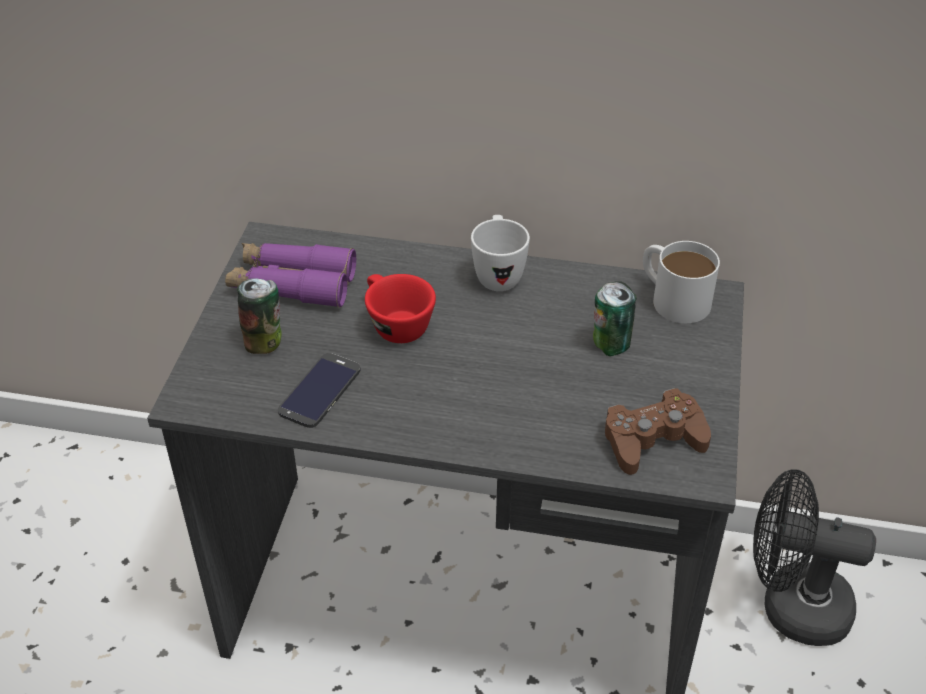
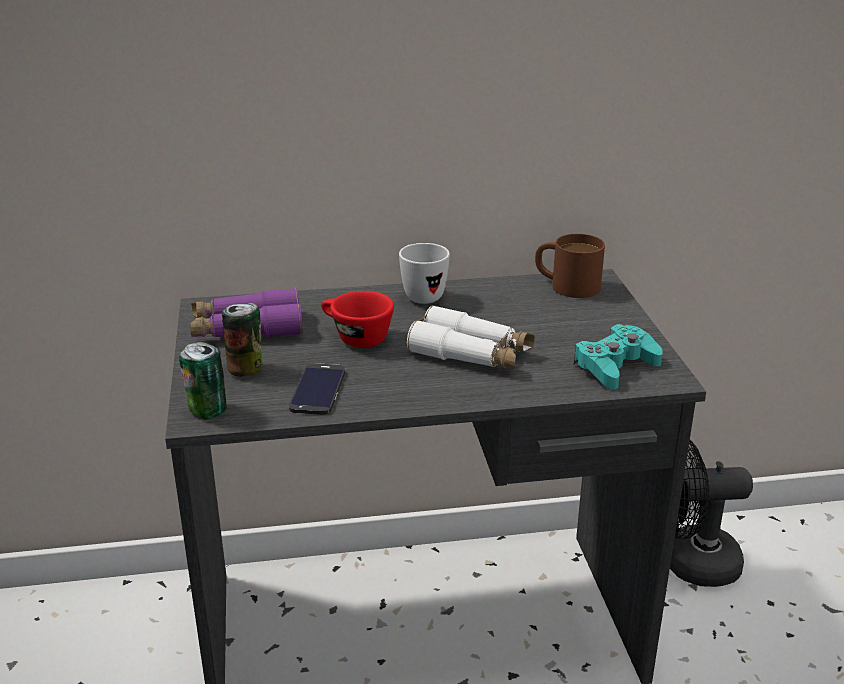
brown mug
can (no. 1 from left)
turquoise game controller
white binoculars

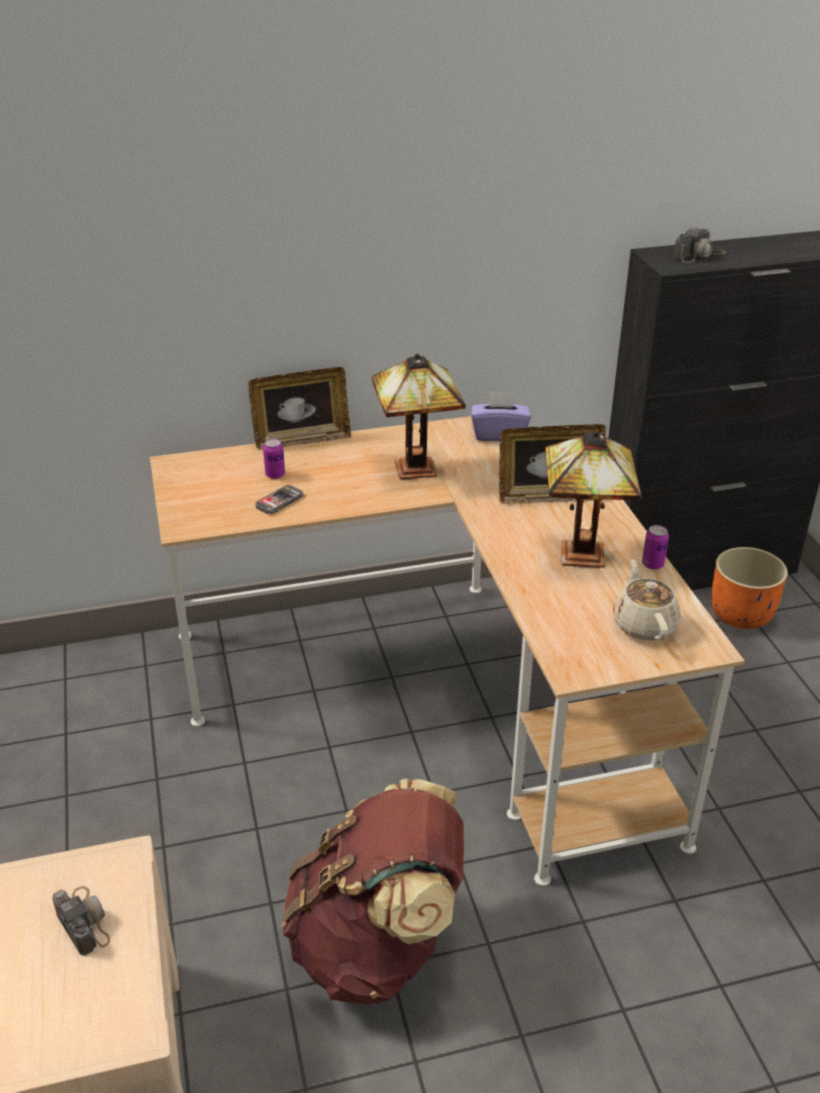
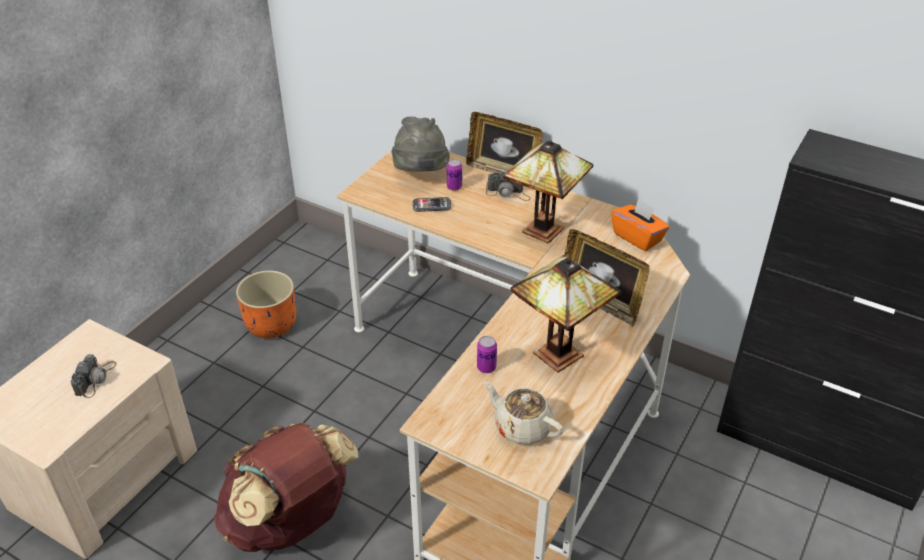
photo camera (no. 2 from left)
orange tissue box
can (no. 2 from left)
orange planter
beige teapot
grey hat

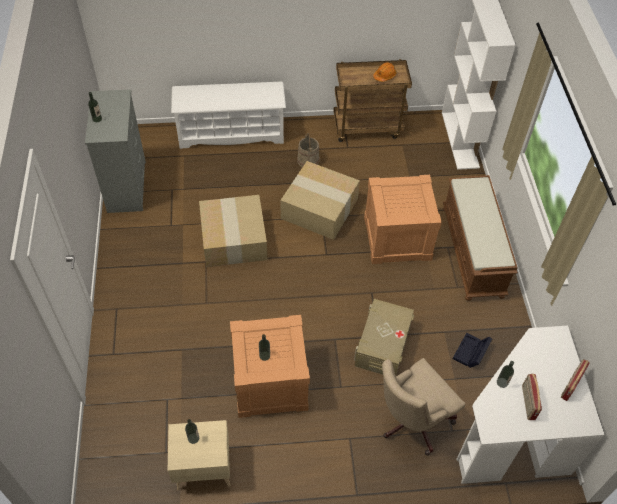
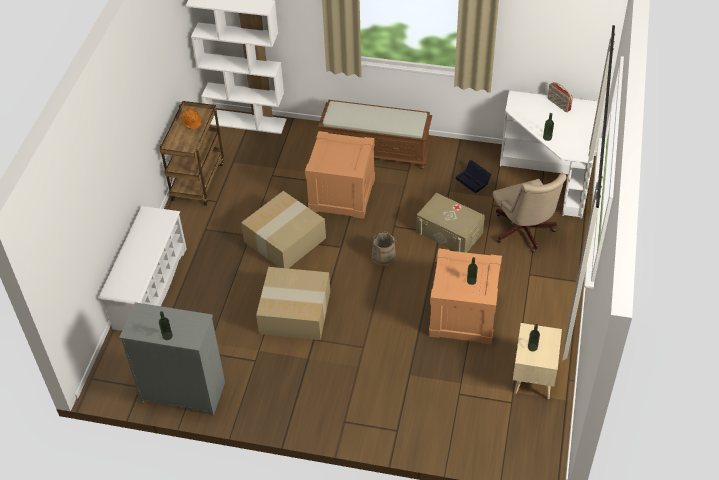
beige bucket
radio (no. 1 from left in the first image)

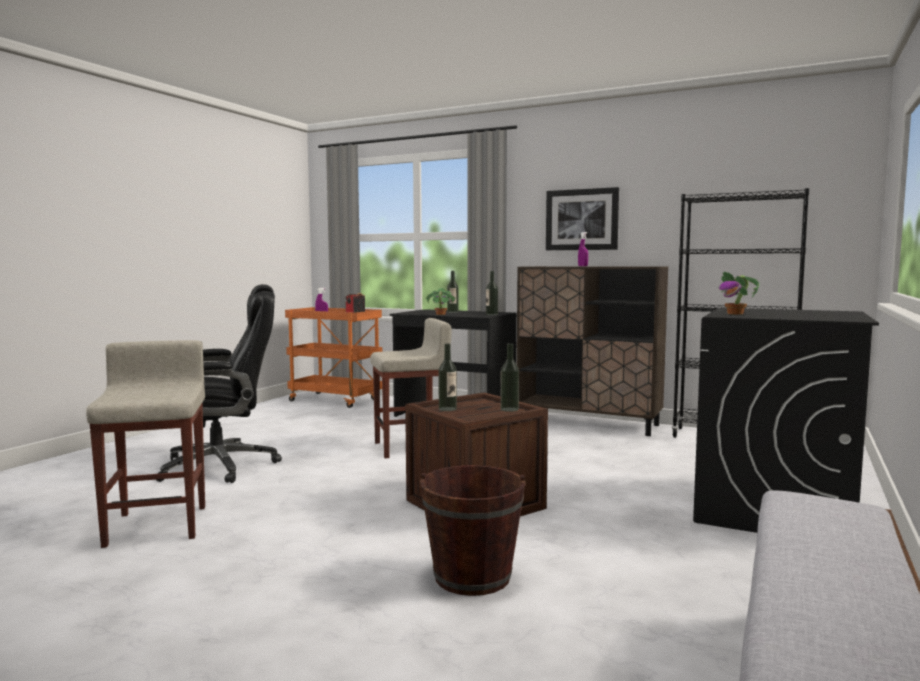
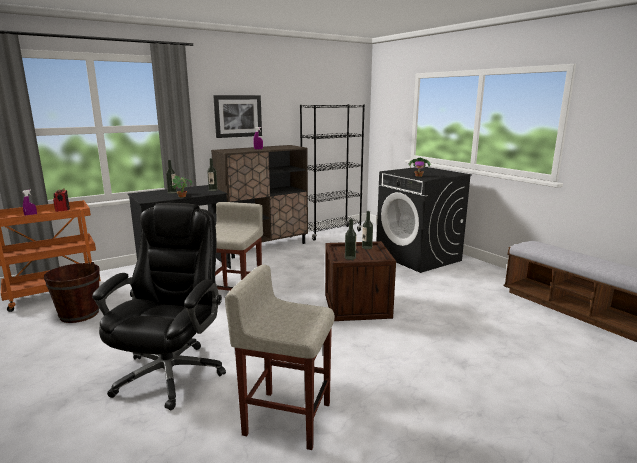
brown bucket

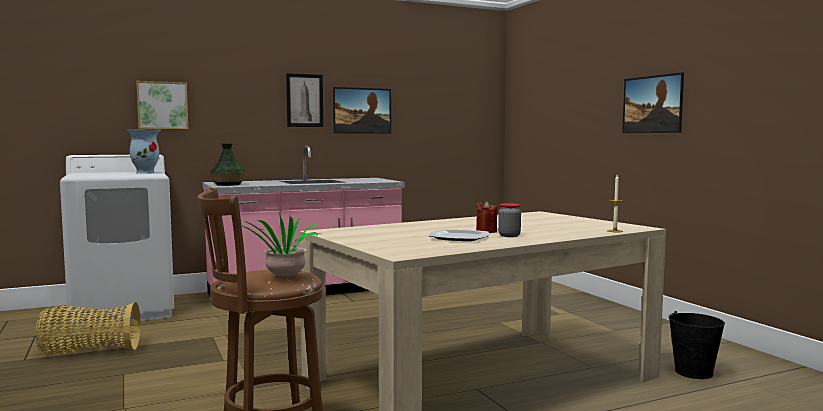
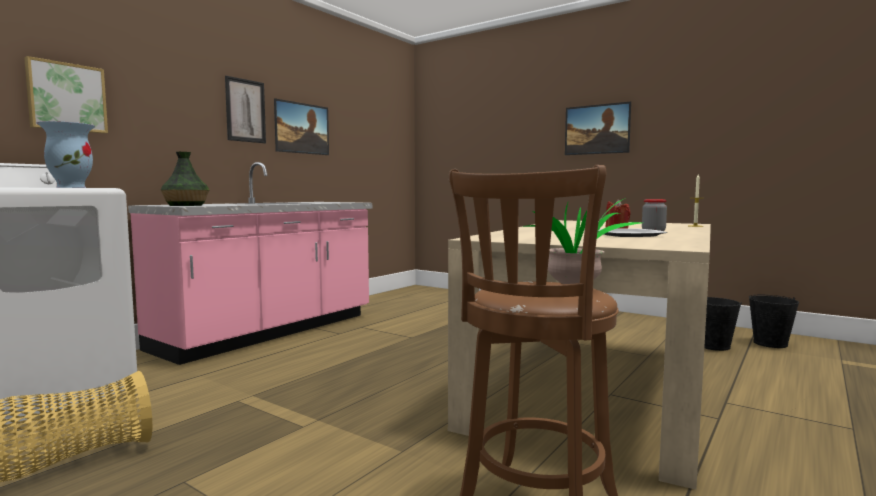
black bucket (no. 2 from left)

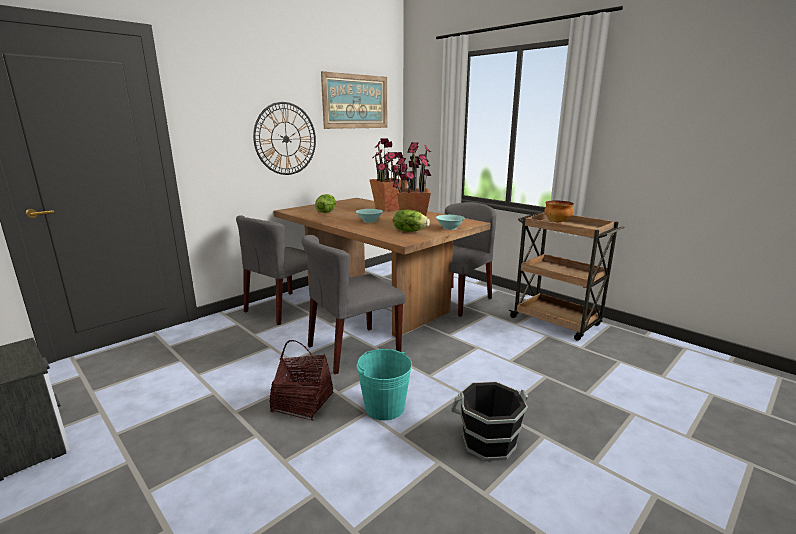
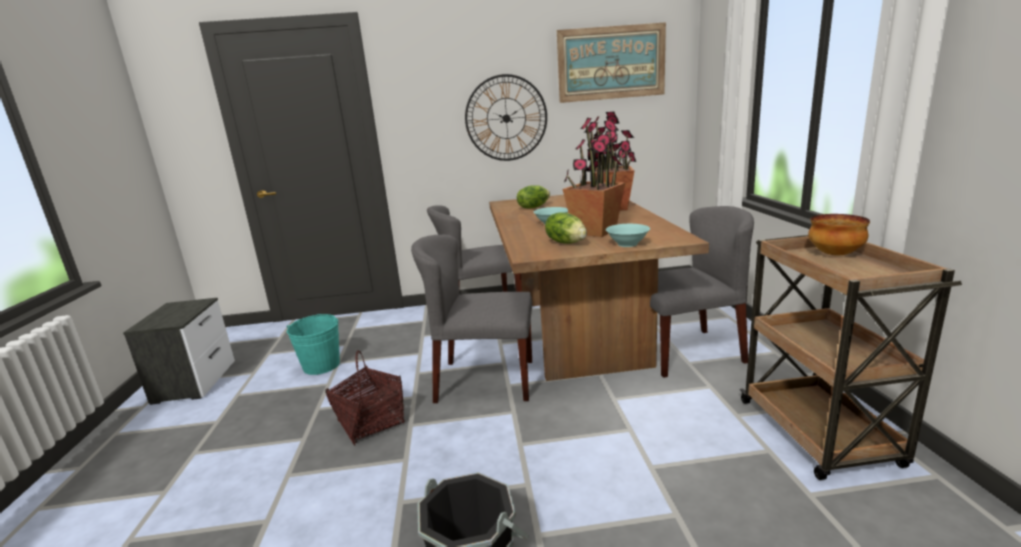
turquoise bucket

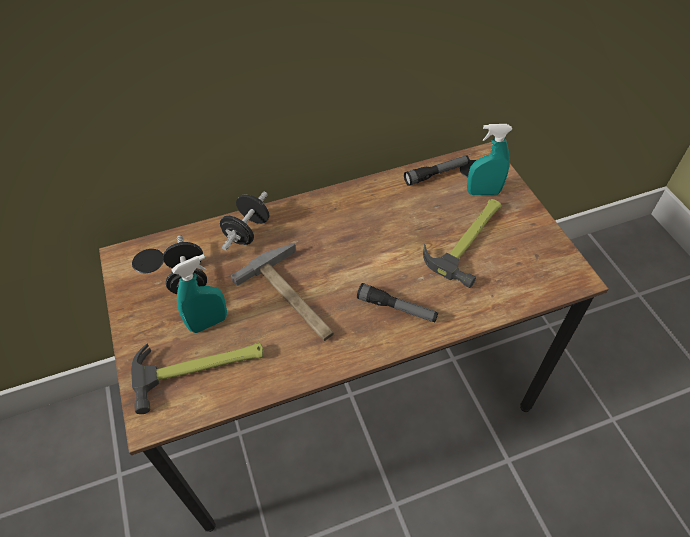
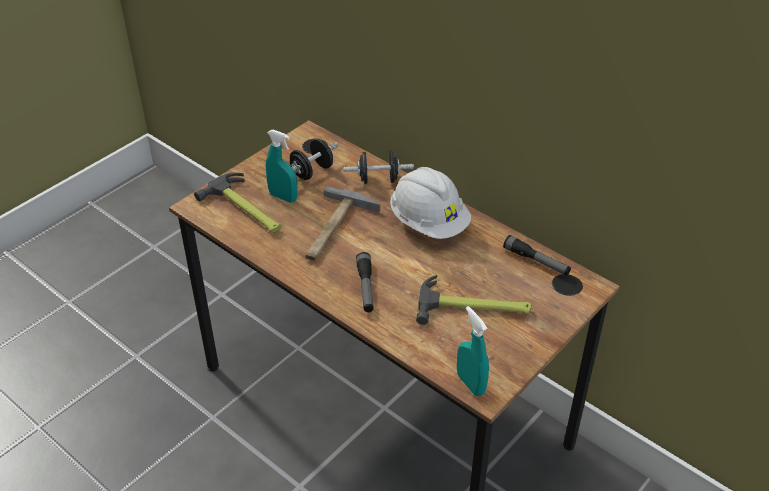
turquoise spray bottle (no. 2 from left)
white hard hat

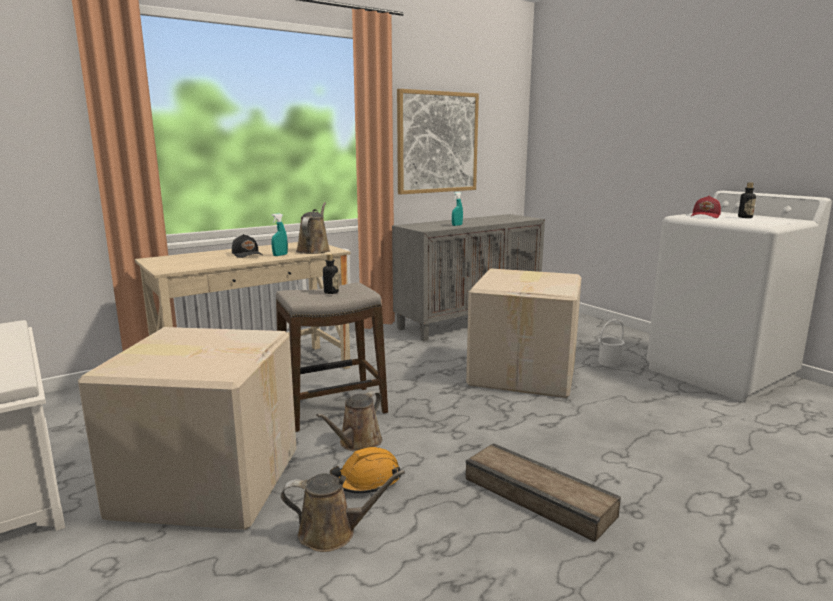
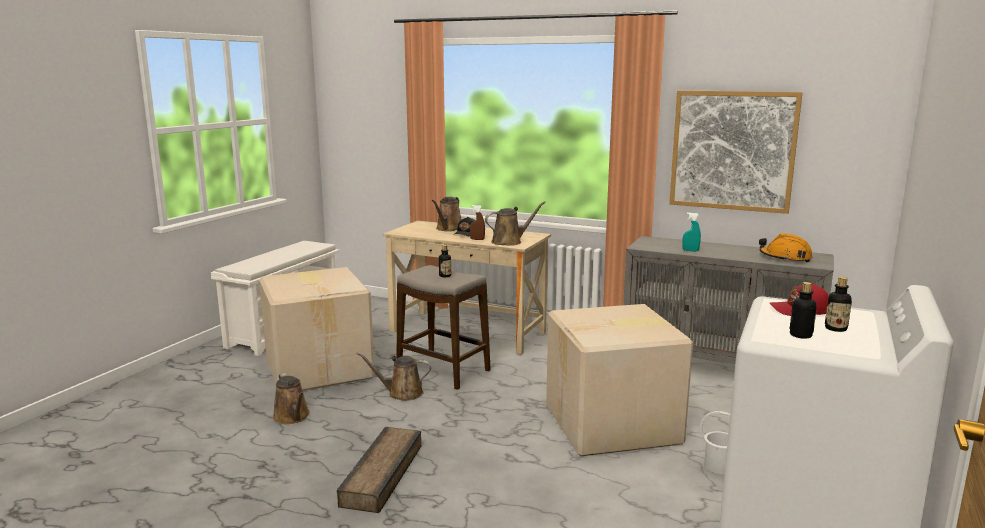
brown spray bottle
orange hard hat
brown watering can (no. 3 from left)
bottle (no. 2 from left)

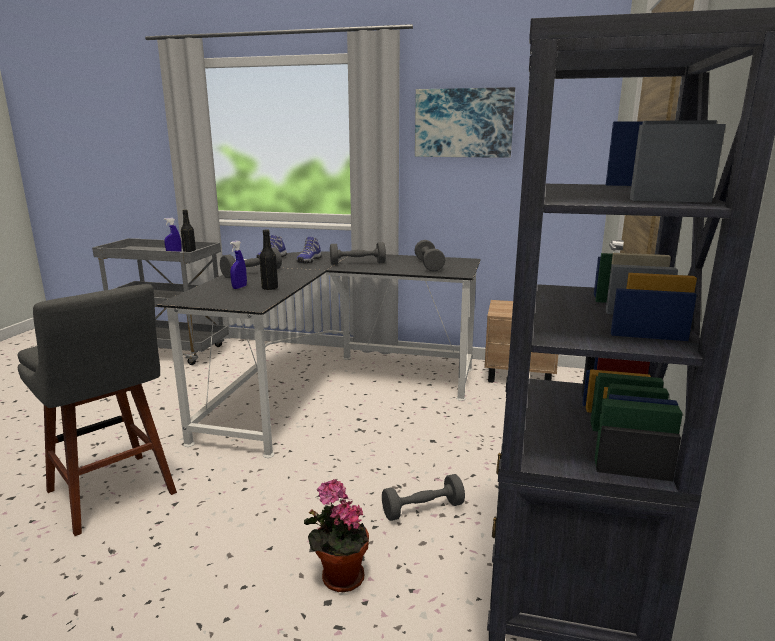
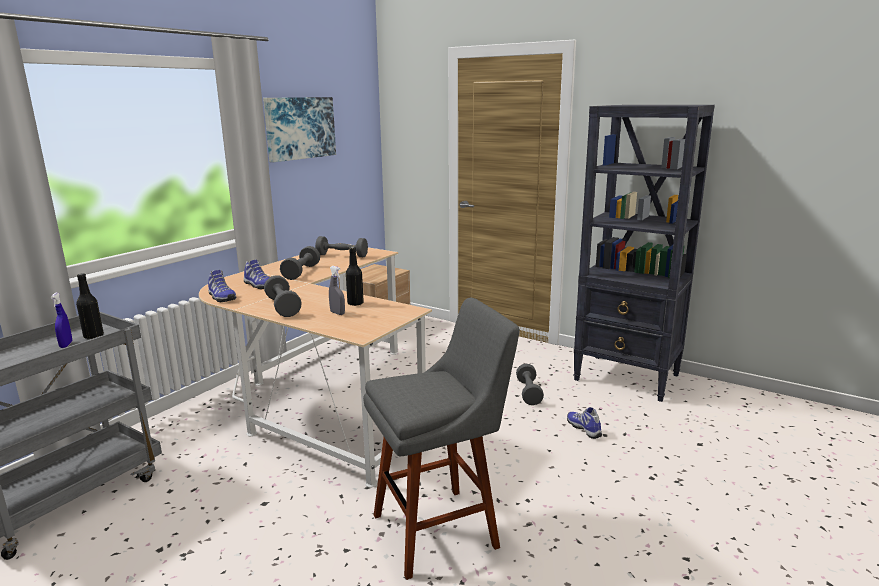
grey spray bottle
beige desk
shoe (no. 3 from left)

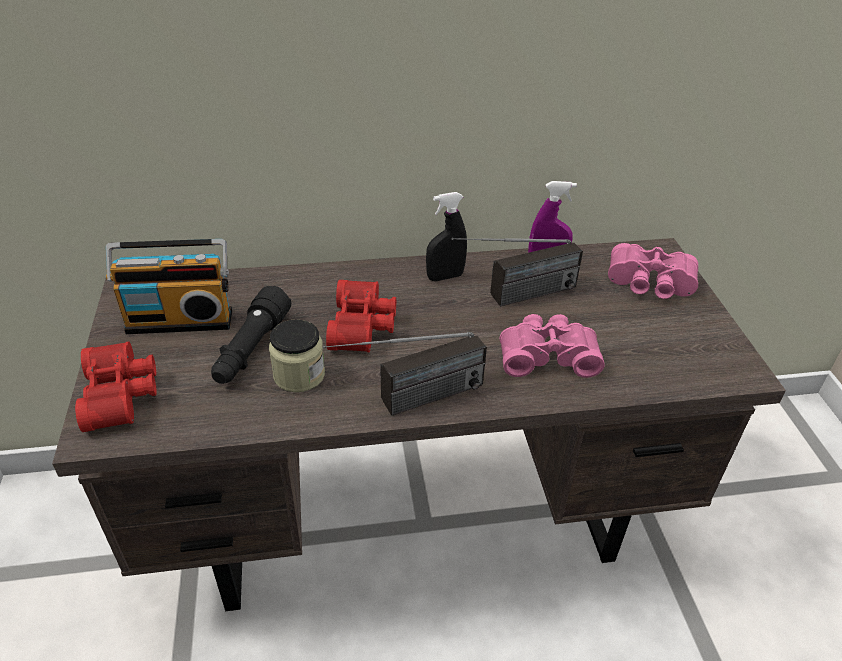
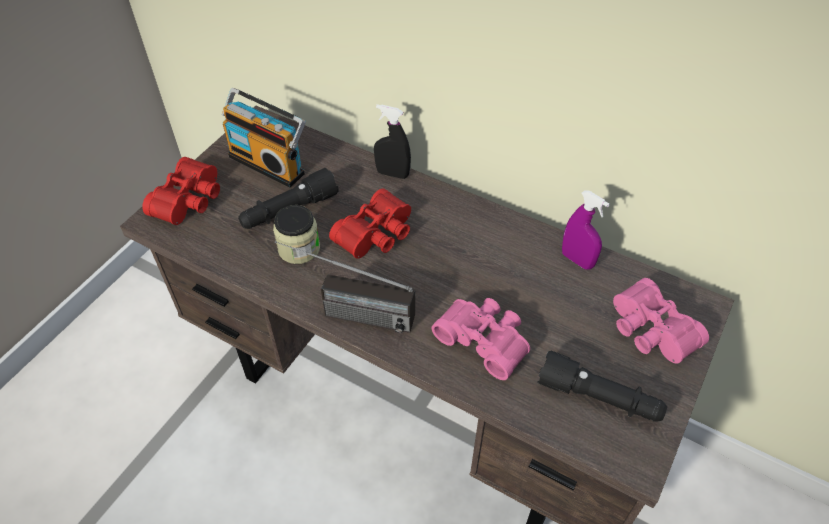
black spray bottle
radio (no. 3 from left in the first image)
black flashlight (no. 2 from left)

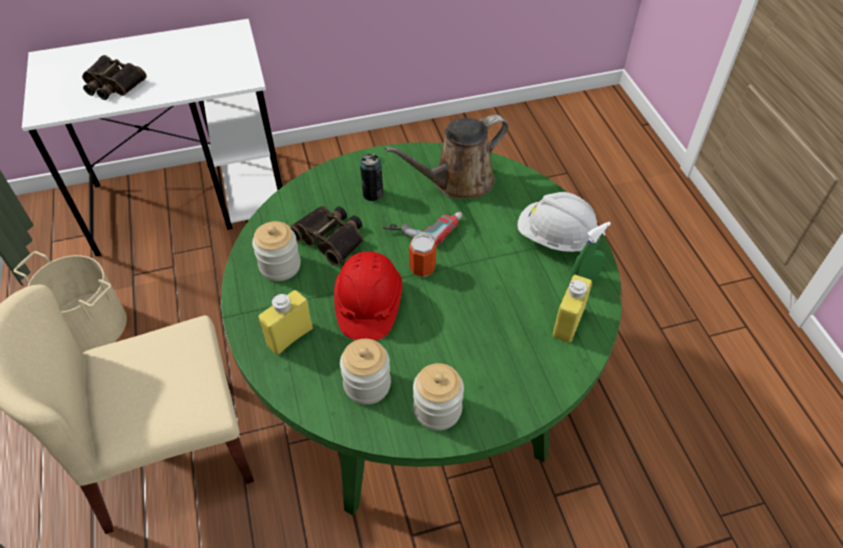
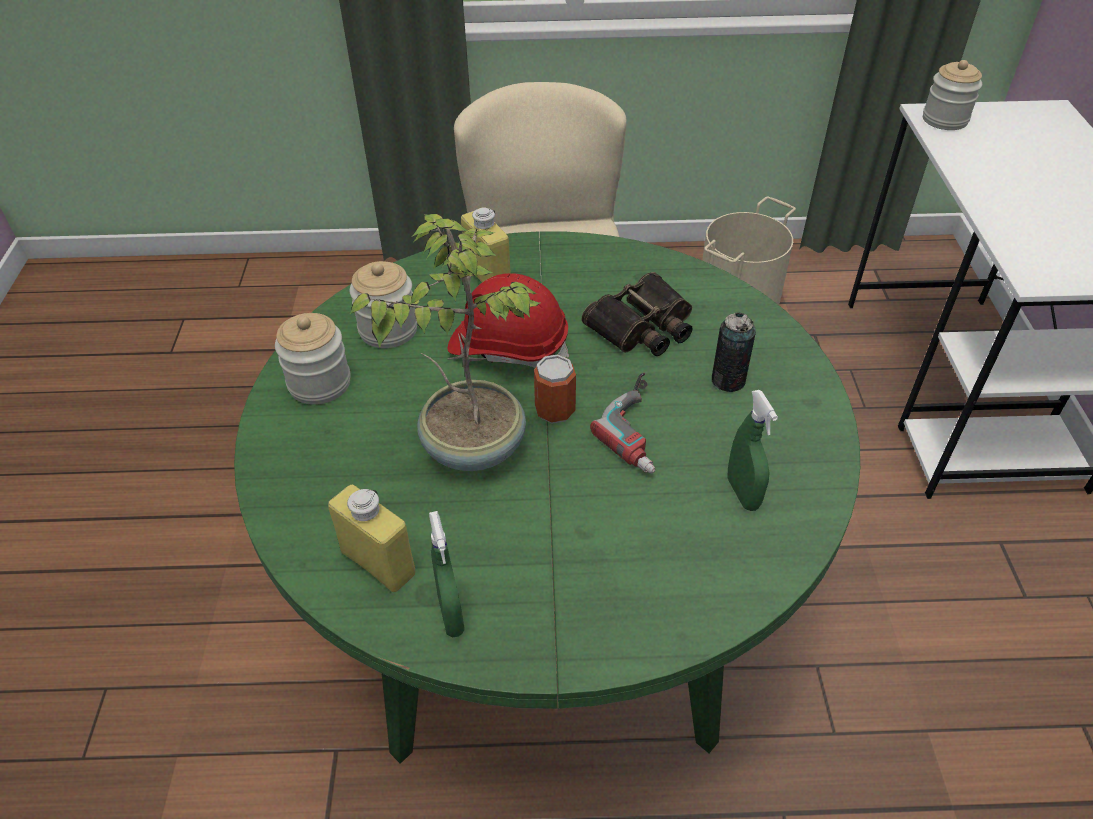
binoculars (no. 1 from left in the first image)
green spray bottle (no. 2 from left)
white hard hat
jar (no. 3 from left)
potted plant

